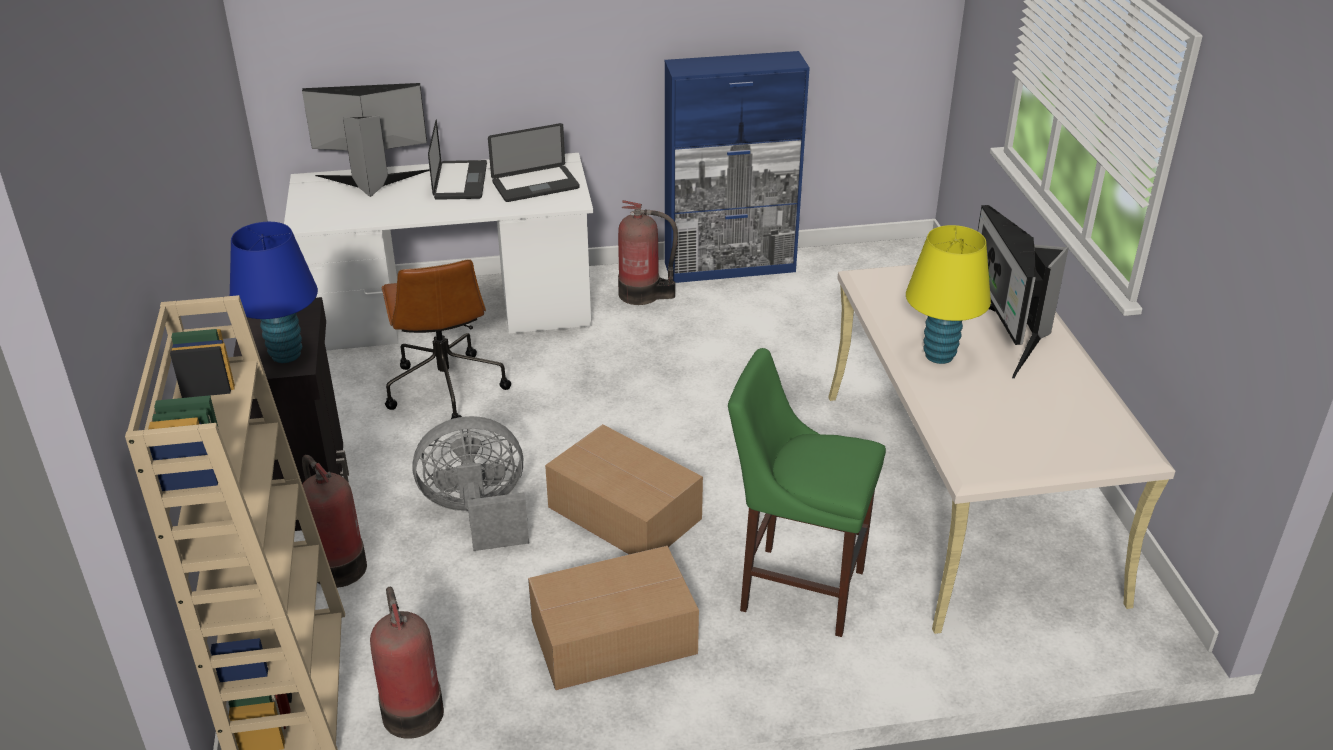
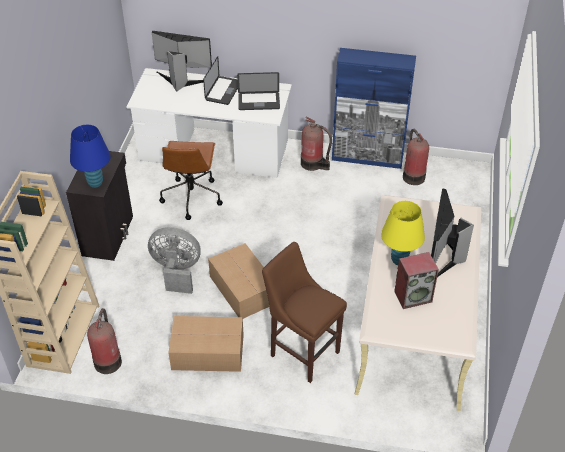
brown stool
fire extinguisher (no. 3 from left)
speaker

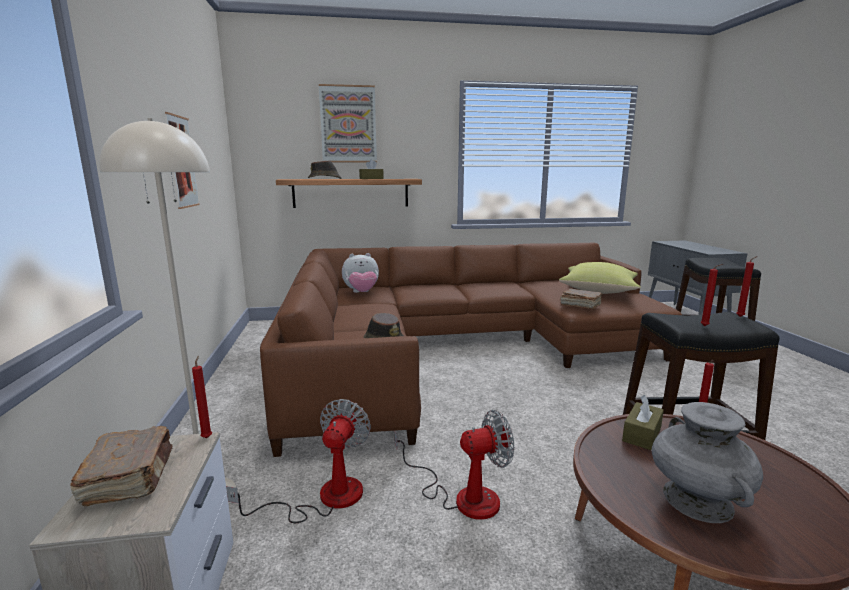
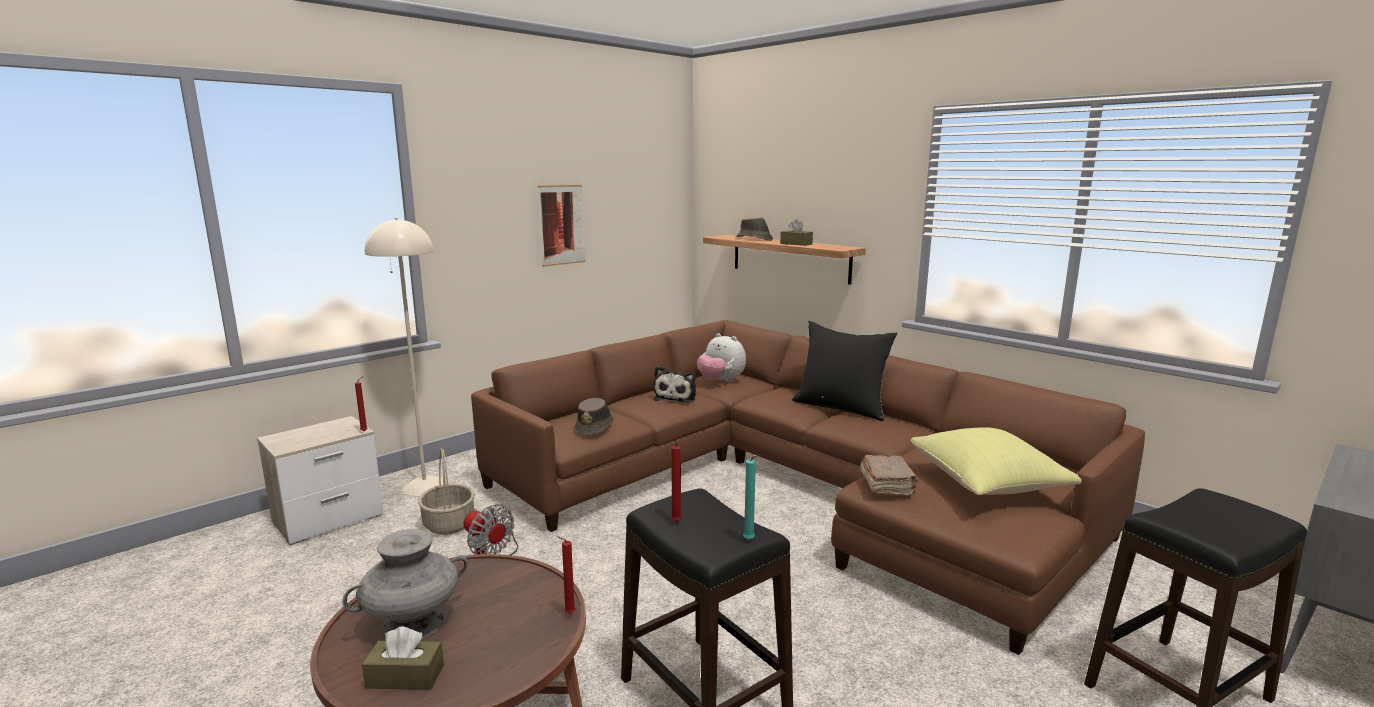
picture (no. 2 from left in the first image)
turquoise candle
brown tissue box (no. 1 from left)
basket
brown book (no. 1 from left in the first image)
black pillow
plush toy (no. 1 from left)

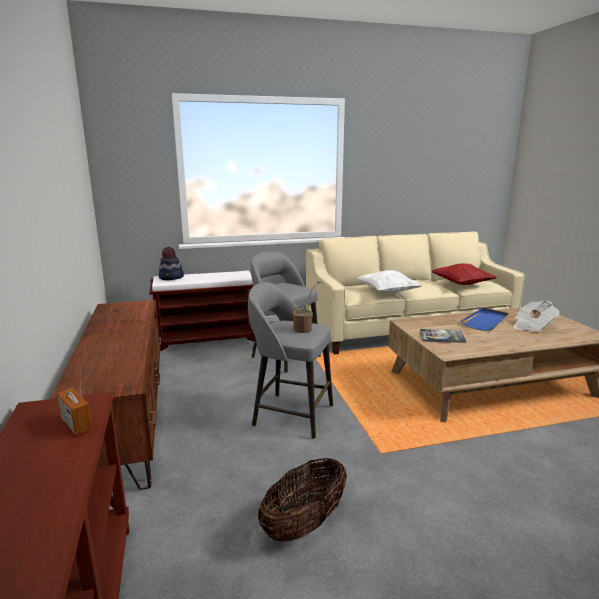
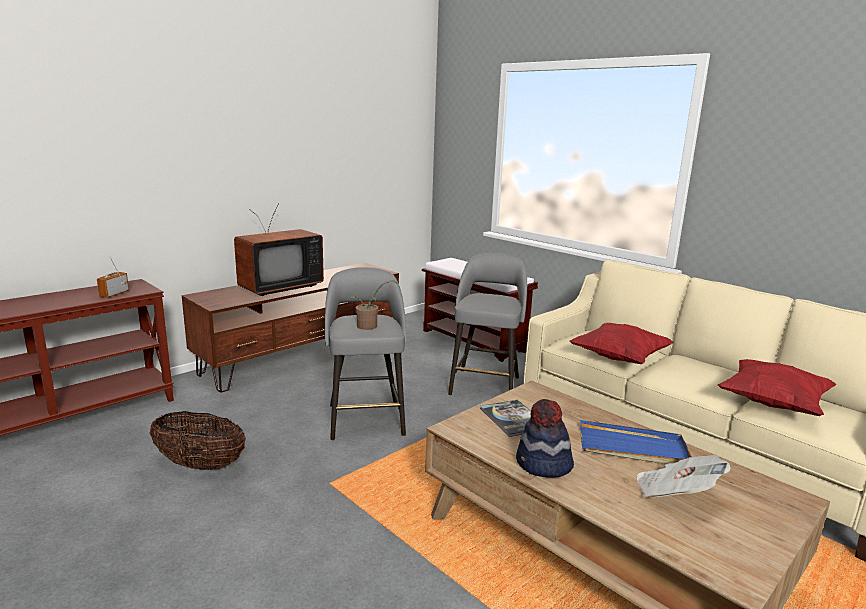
hat
red pillow (no. 1 from left)
television

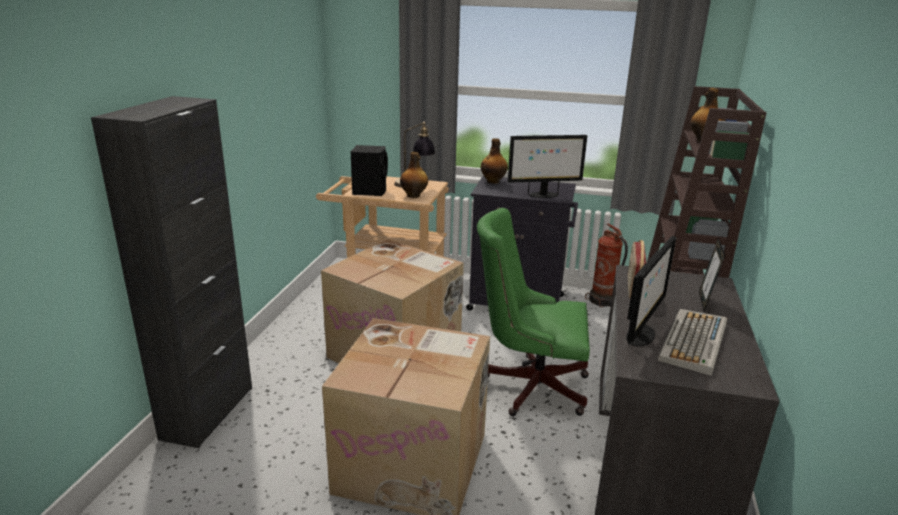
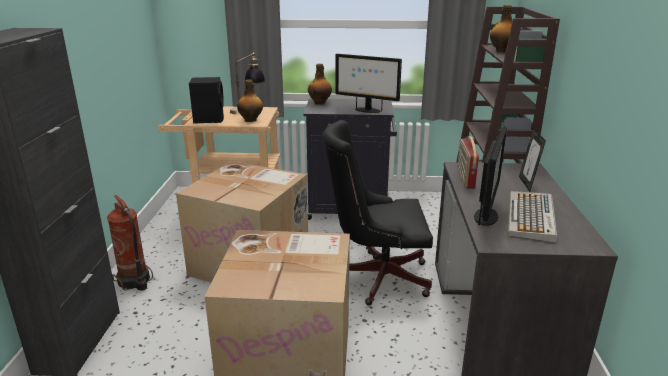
monitor (no. 1 from left)
black office chair
fire extinguisher

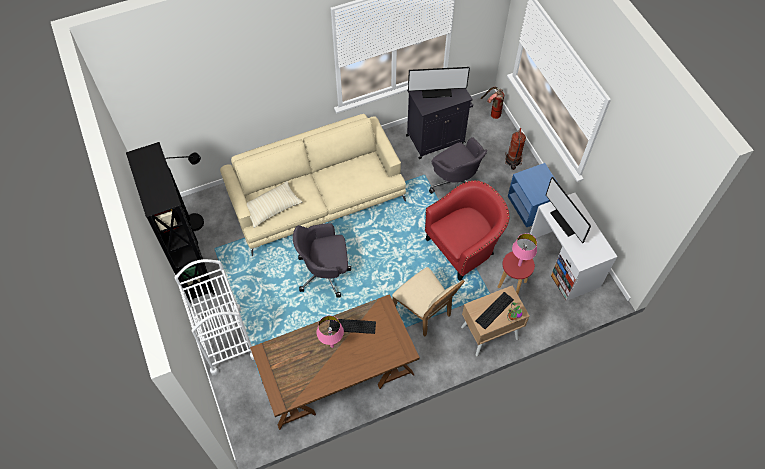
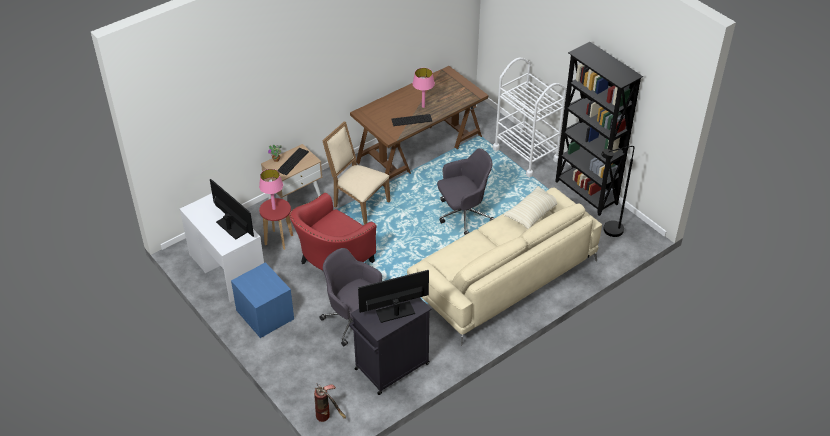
fire extinguisher (no. 2 from left in the first image)

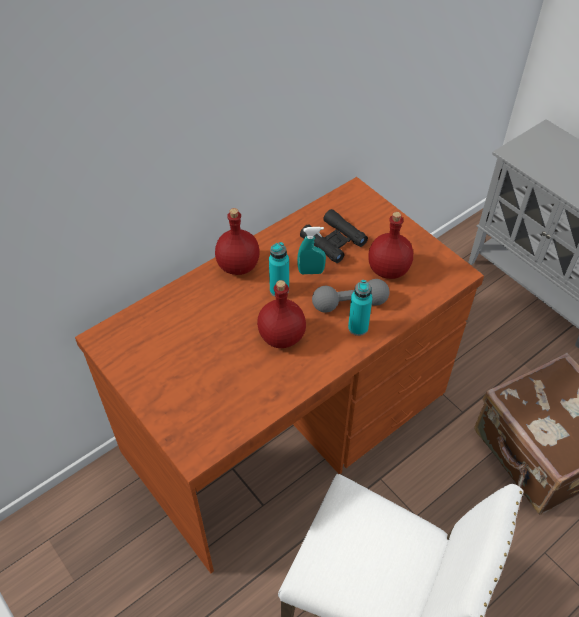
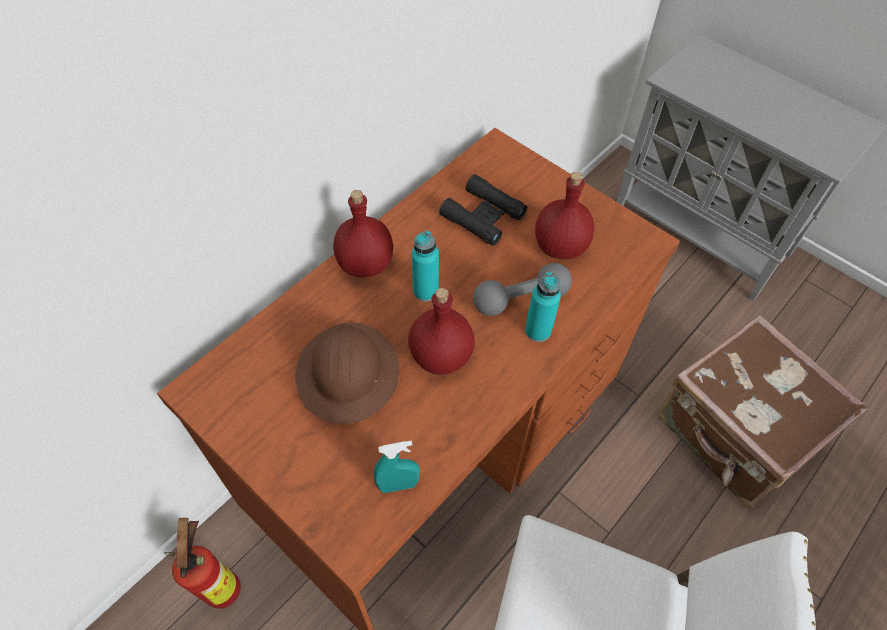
turquoise spray bottle
brown hard hat
fire extinguisher

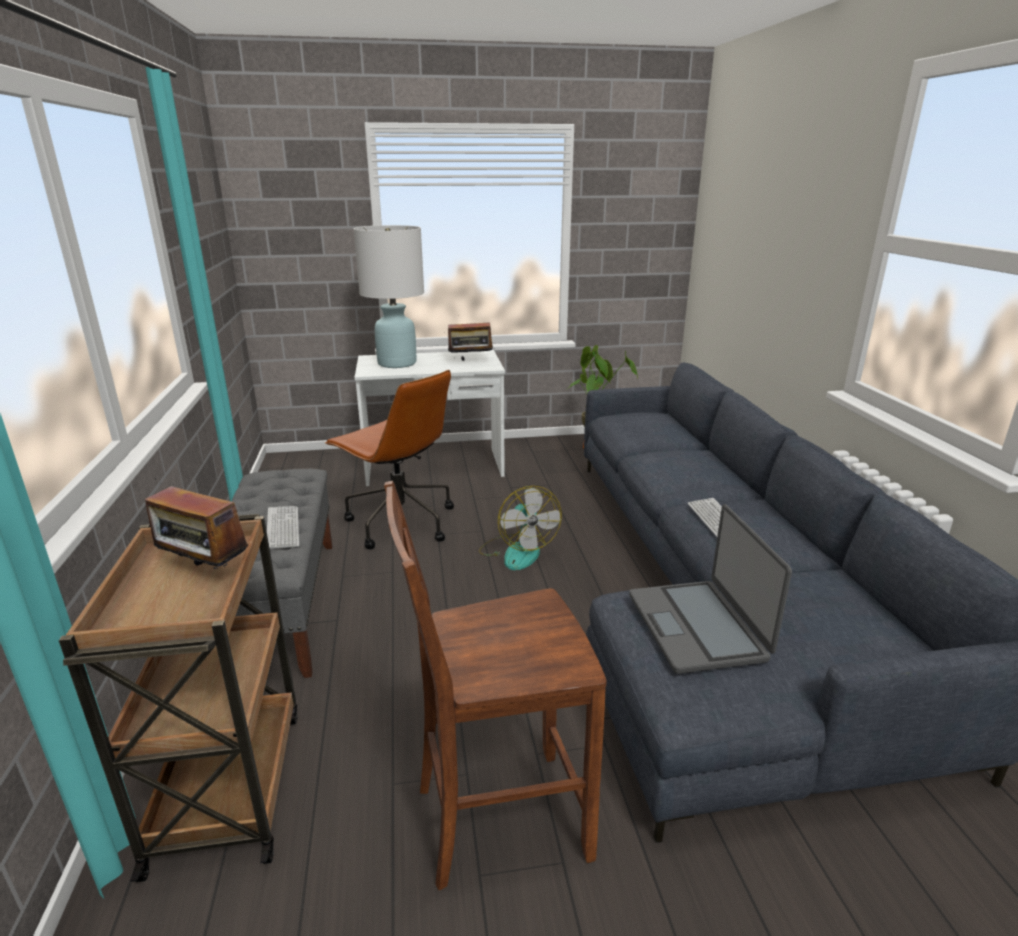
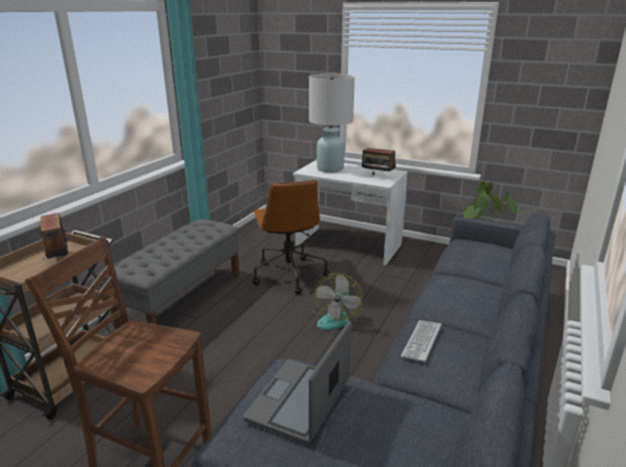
keyboard (no. 1 from left in the first image)

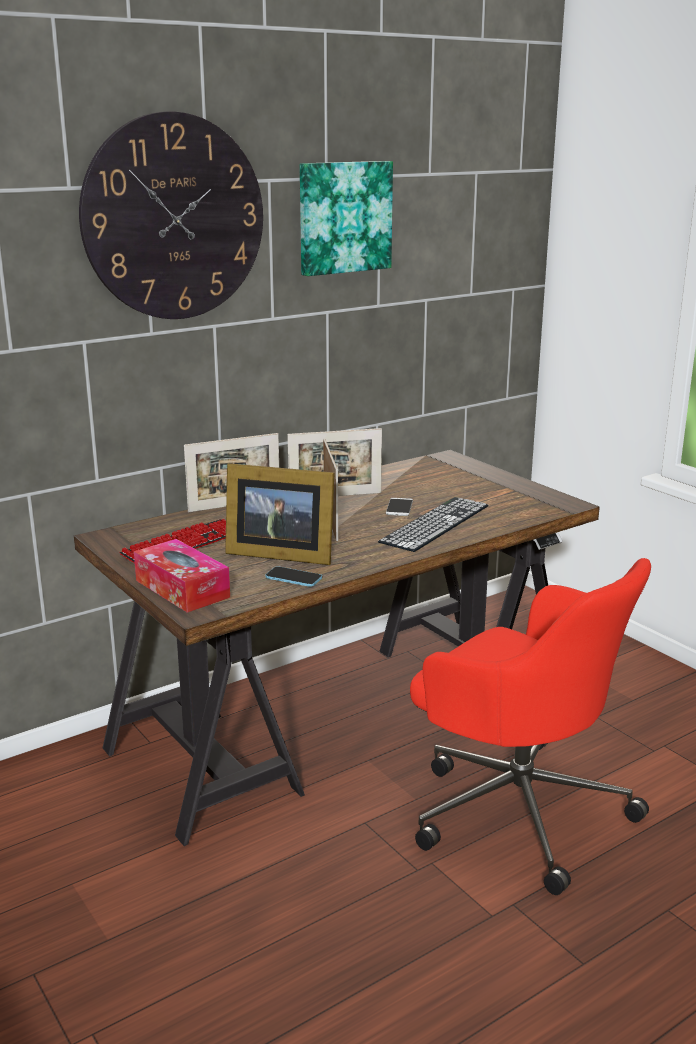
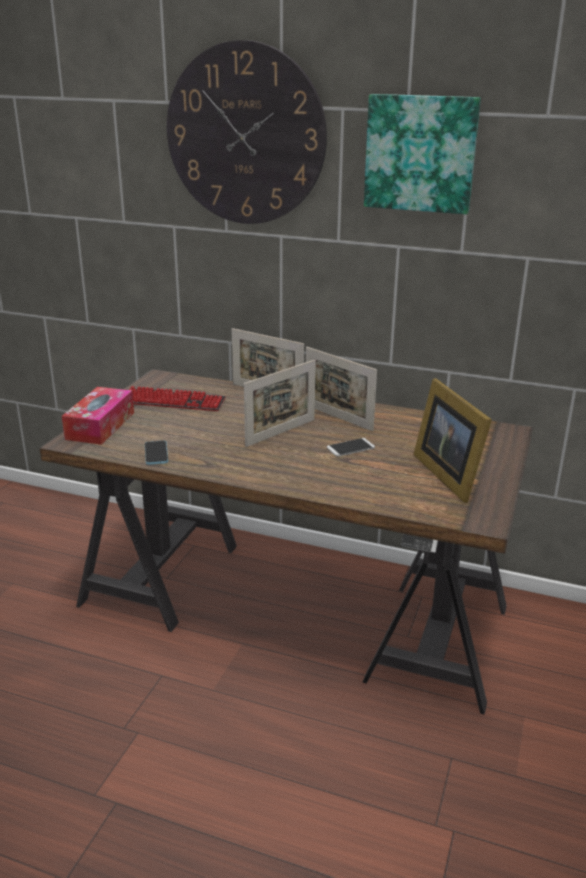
picture frame (no. 4 from left)
keyboard (no. 2 from left in the first image)
red office chair

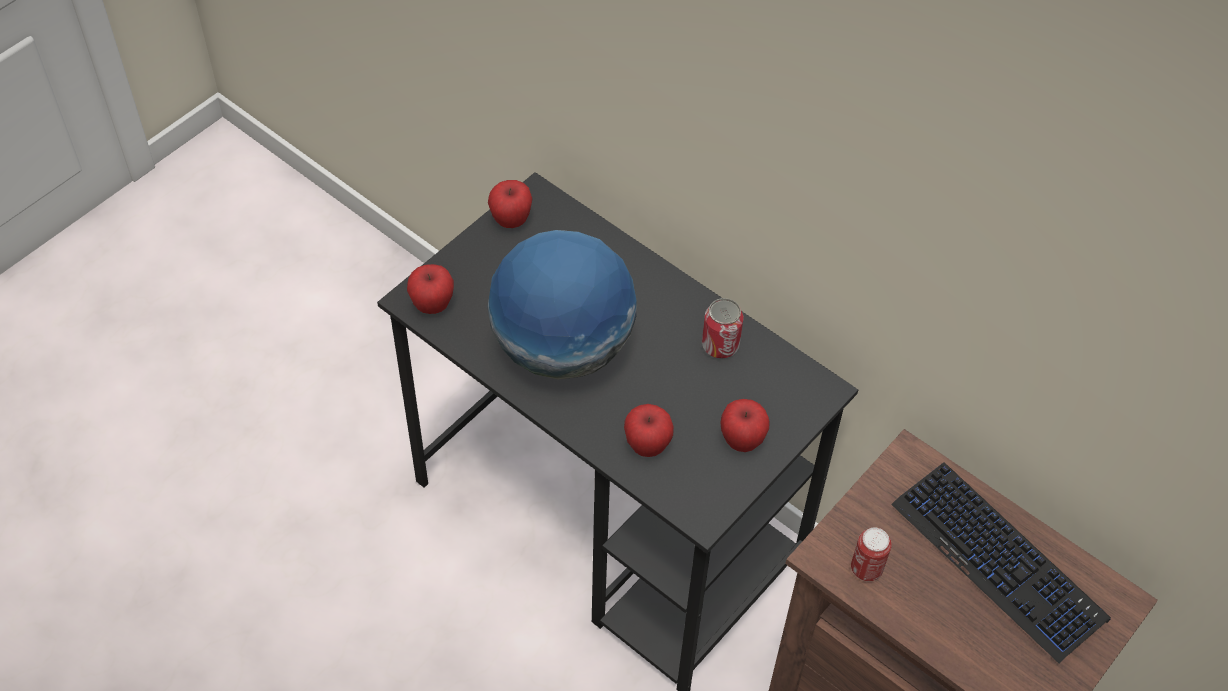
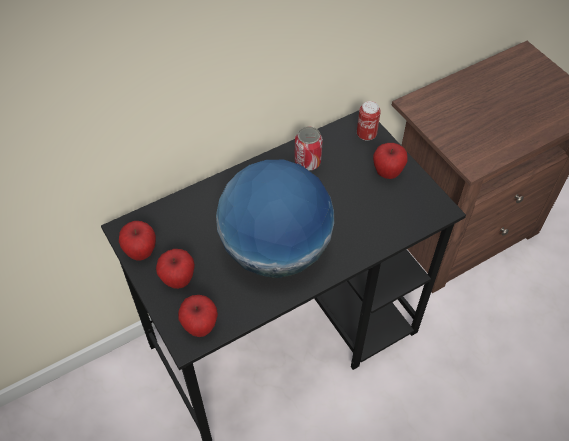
apple (no. 2 from left)
keyboard
can (no. 2 from left)

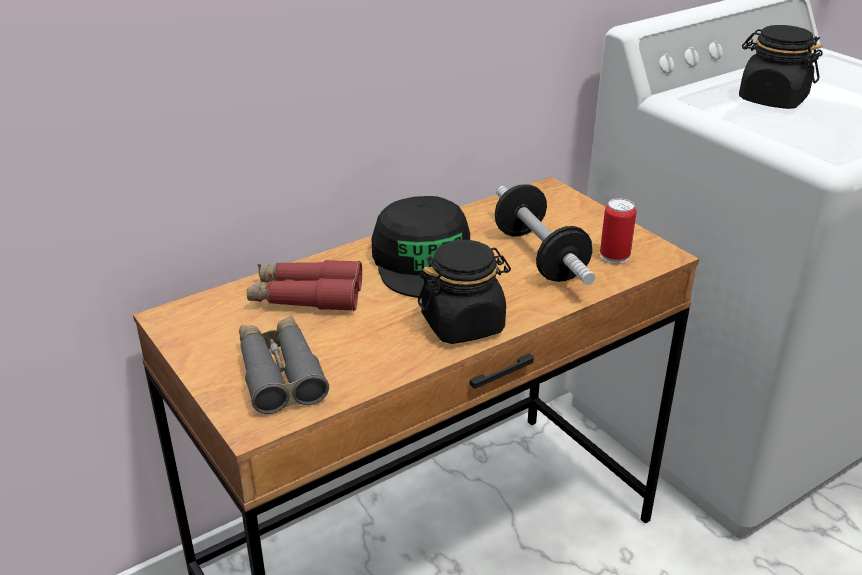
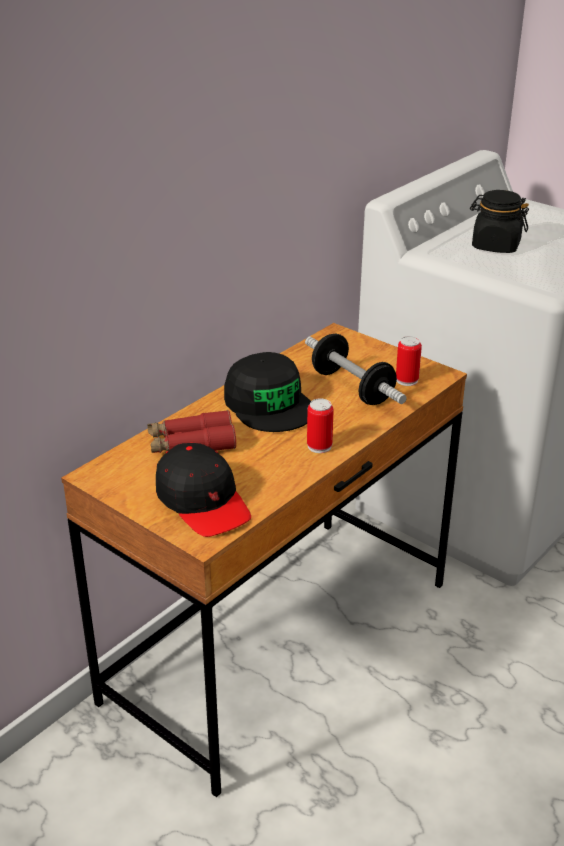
can (no. 1 from left)
black cap (no. 1 from left)

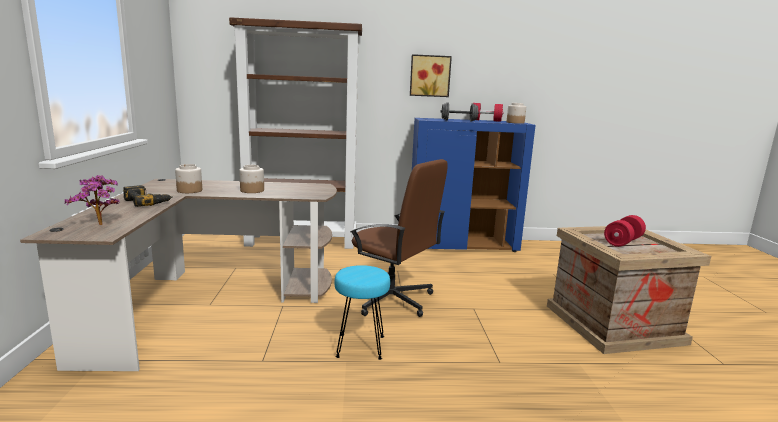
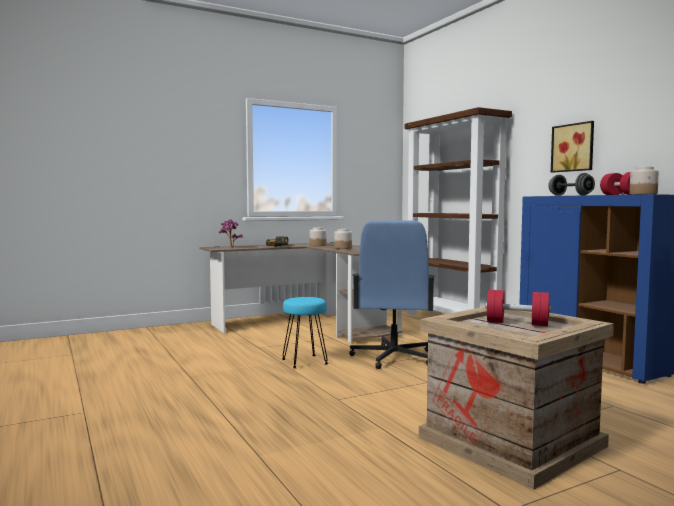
blue office chair

